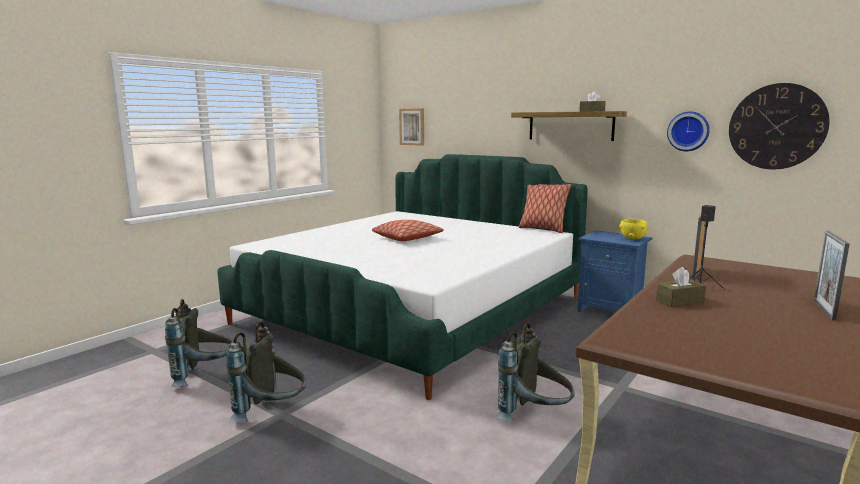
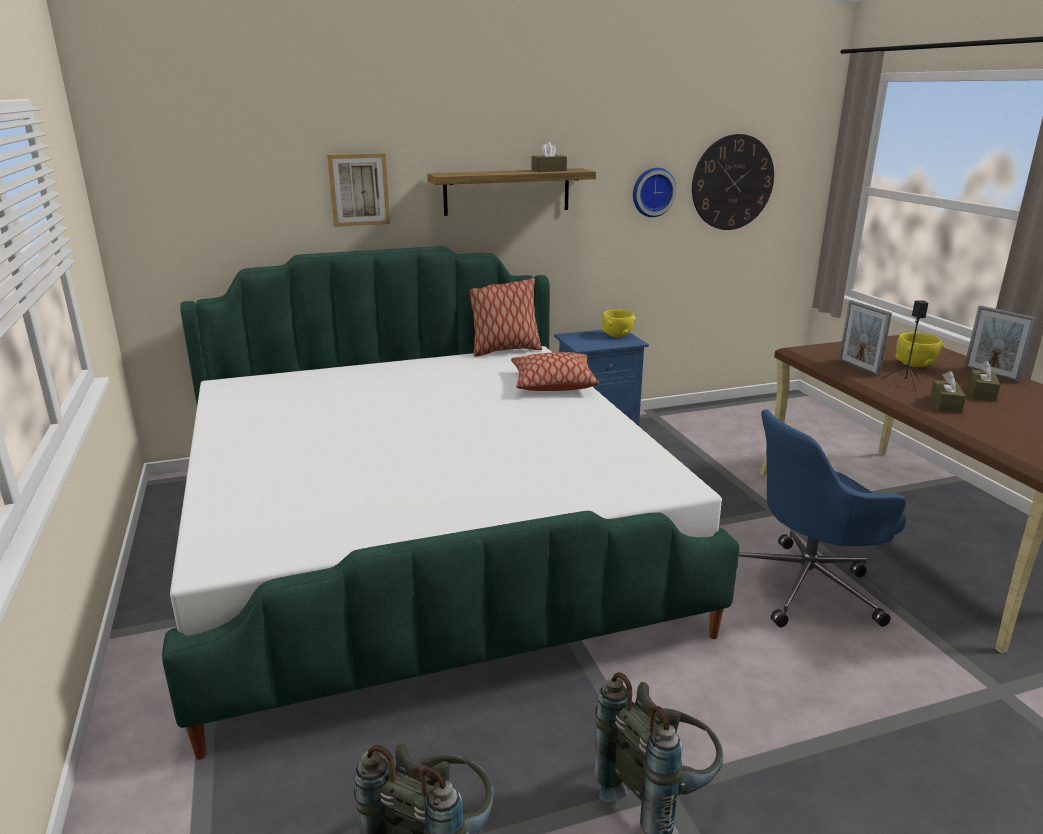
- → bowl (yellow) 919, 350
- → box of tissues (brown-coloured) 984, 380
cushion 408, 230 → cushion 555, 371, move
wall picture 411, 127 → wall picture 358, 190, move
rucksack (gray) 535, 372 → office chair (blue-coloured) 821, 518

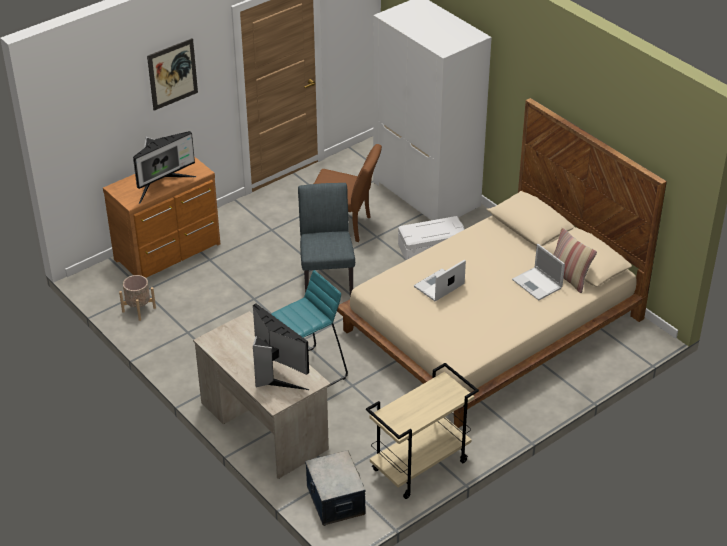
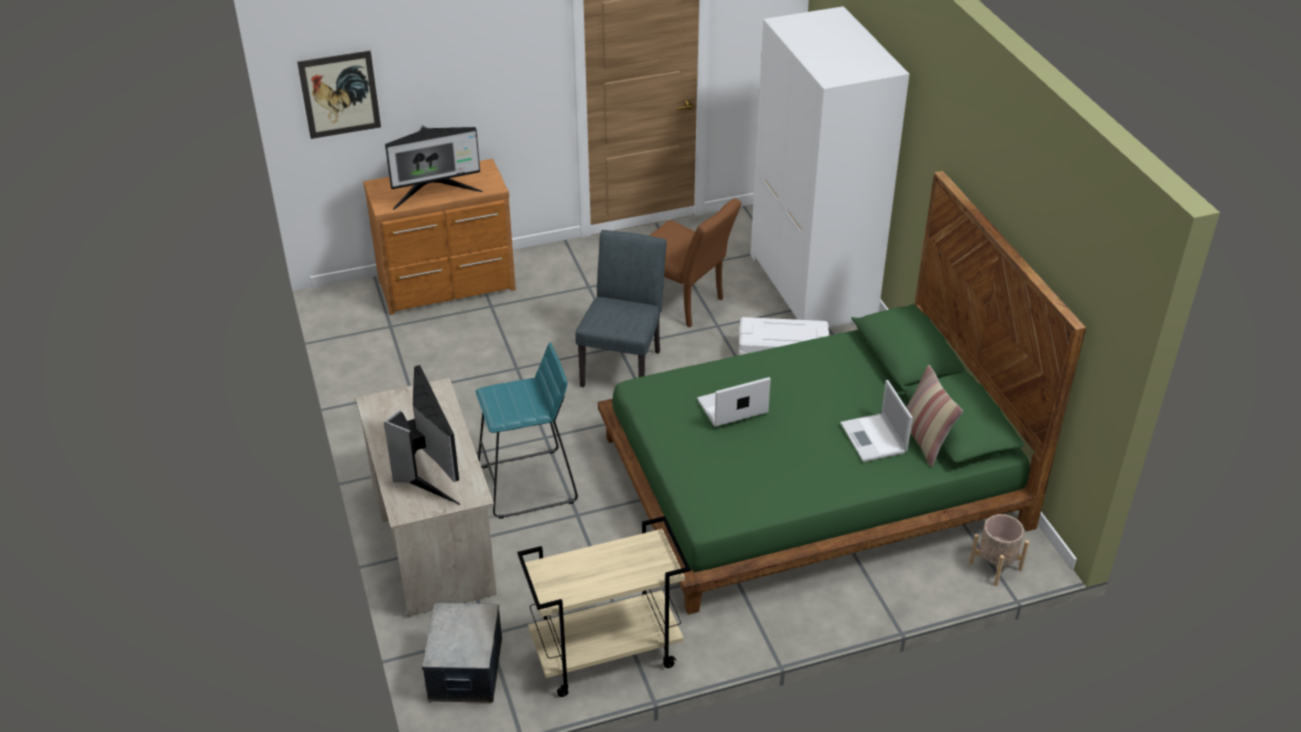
plant pot (beige) 137, 298 → plant pot (beige) 999, 550, move
wall picture 172, 74 → wall picture 339, 95, move
sleeping bed (beige) 502, 263 → sleeping bed (green) 842, 393

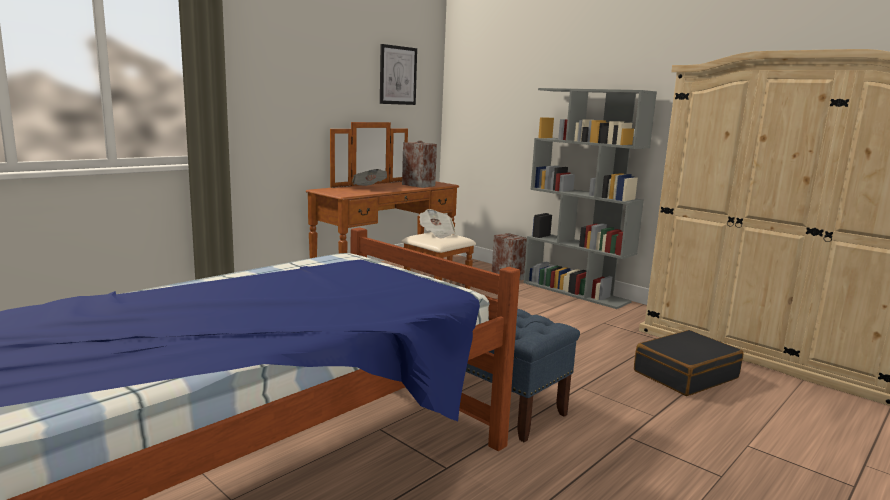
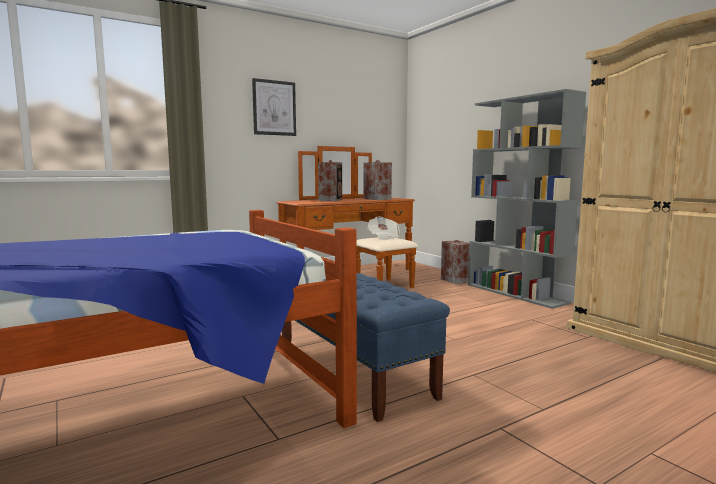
suitcase (black) 688, 363 → -
wall picture 398, 74 → wall picture 274, 107, move
daily paper 369, 177 → loudspeaker 330, 180

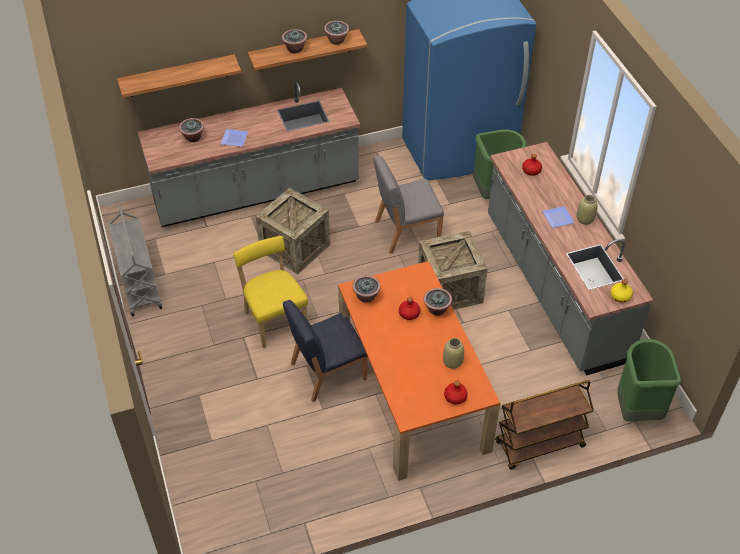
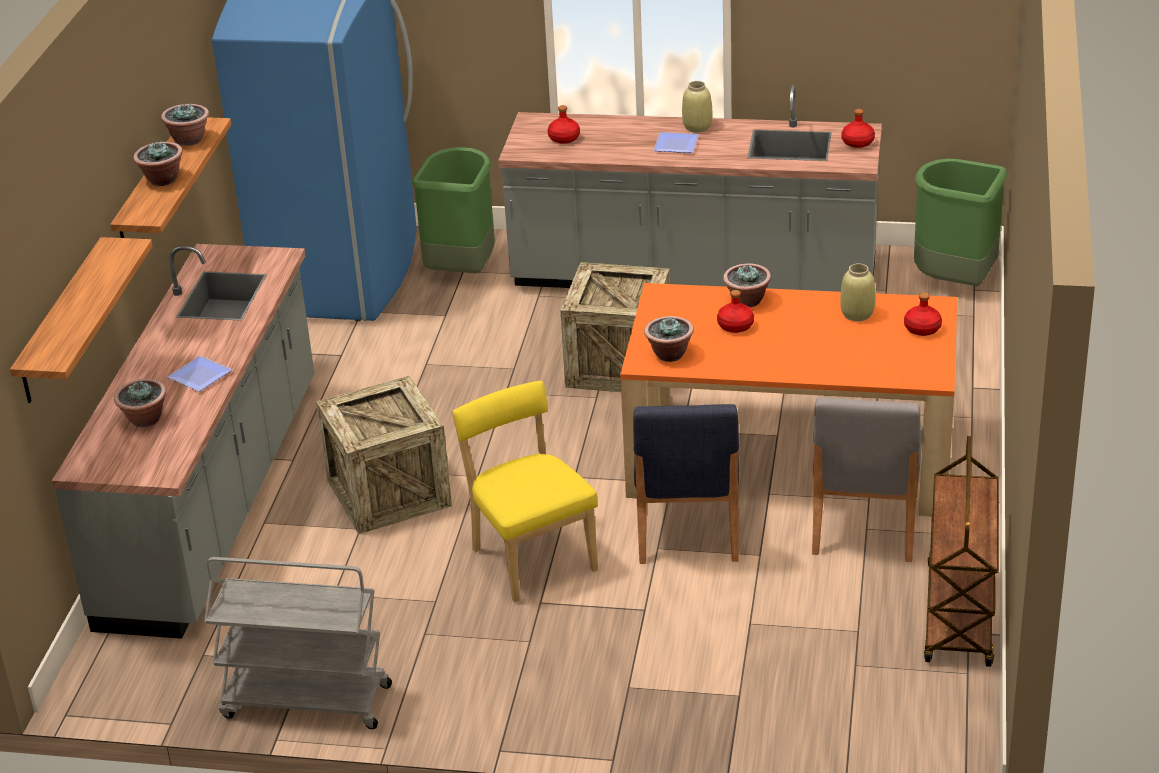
upright chair (gray) 409, 205 → upright chair (gray) 867, 479, move
wheeled cart (brown-coloured) 544, 425 → wheeled cart (brown-coloured) 961, 551, move
beverage bottle (yellow) 621, 291 → beverage bottle (red-coloured) 858, 128
upright chair (yellow) 270, 292 → upright chair (yellow) 525, 492, 60 degrees clockwise

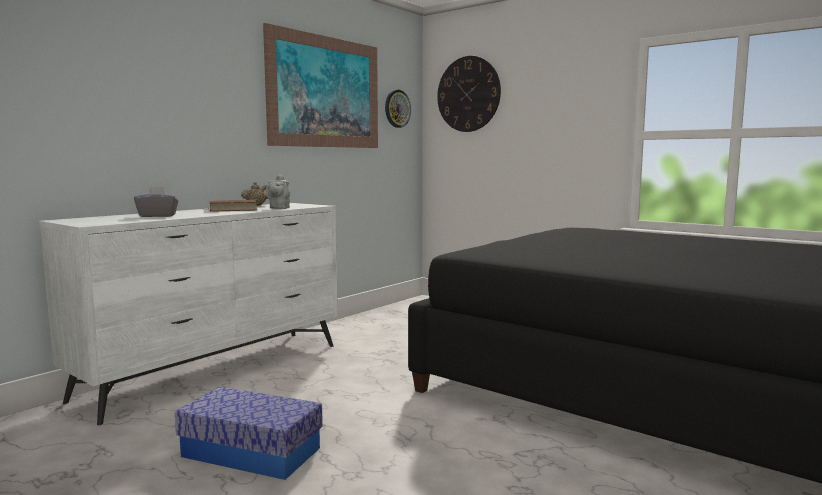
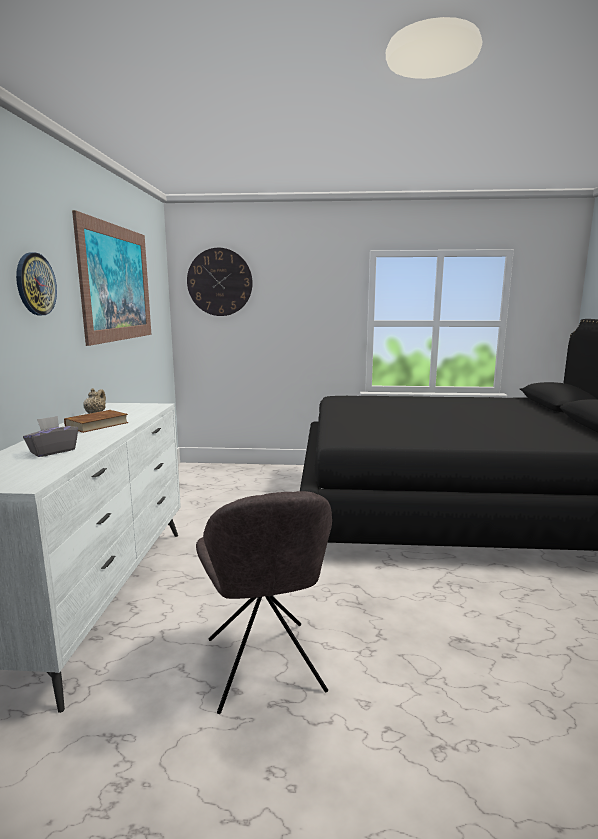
pot for tea (gray) 277, 191 → -
wall clock 398, 109 → wall clock 36, 283, move
storage bin 249, 433 → upright chair (gray) 264, 602

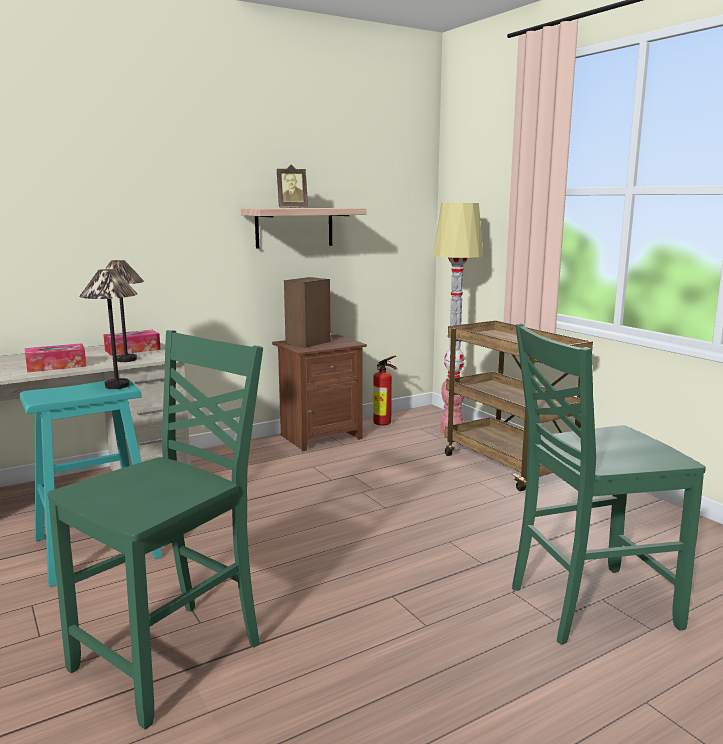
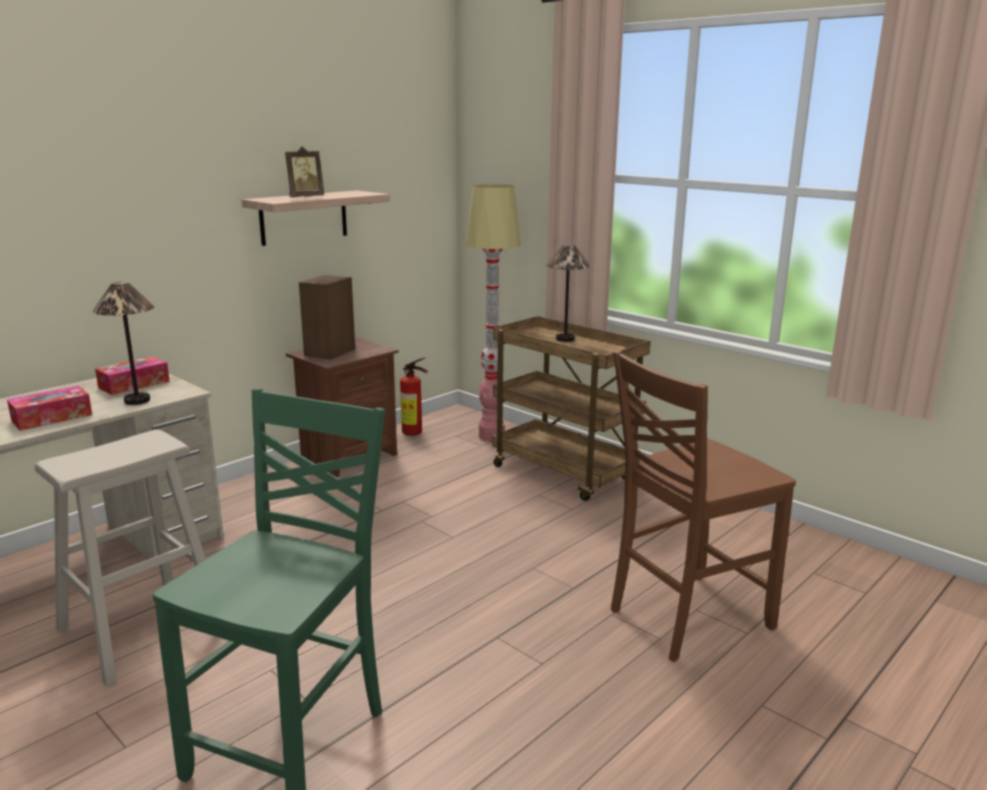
tabletop lamp 108, 329 → tabletop lamp 568, 293, move
stool (blue-green) 91, 482 → stool (beige) 120, 558
upright chair (green) 609, 484 → upright chair (brown-coloured) 703, 506

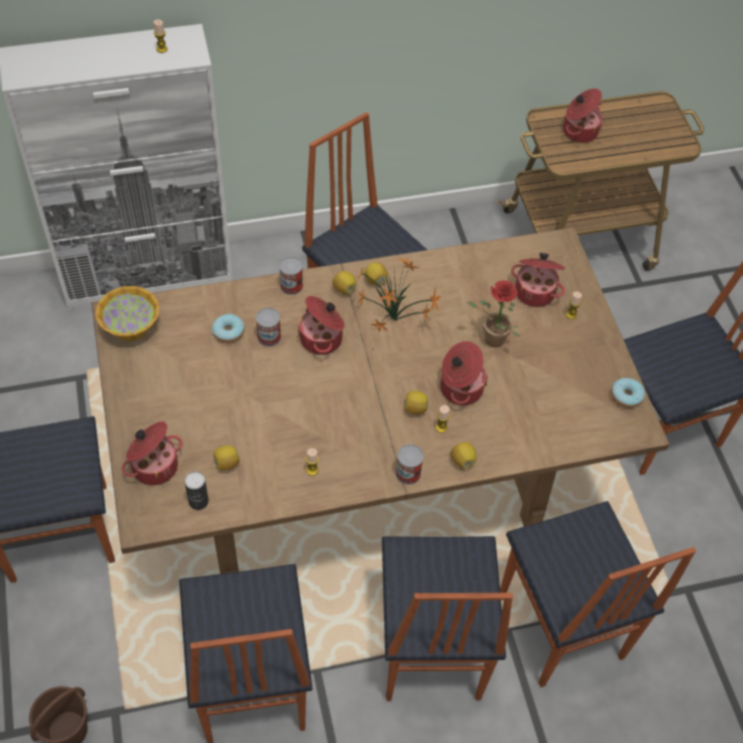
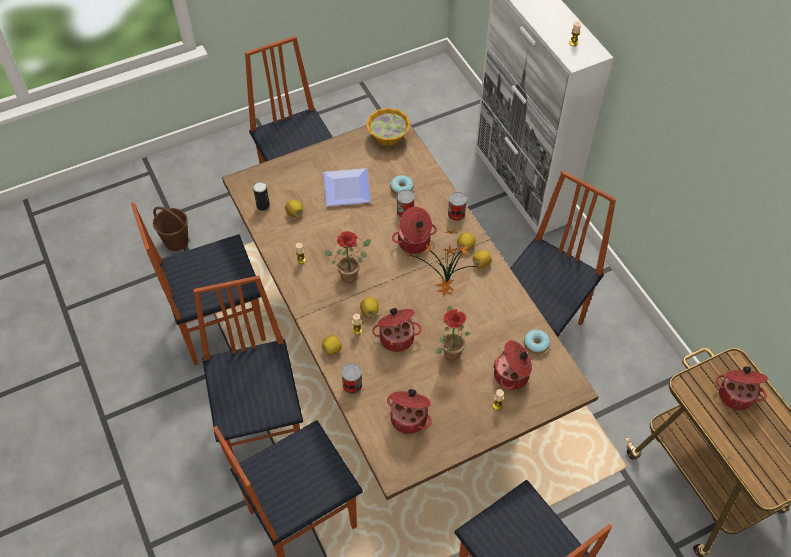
- → plate 347, 187
- → plant in a pot 348, 257
cooking pot 152, 453 → cooking pot 409, 411, move
sealed can 409, 464 → sealed can 351, 378, move
doughnut 628, 393 → doughnut 537, 341, move
upright chair 447, 618 → upright chair 248, 365, 90 degrees clockwise

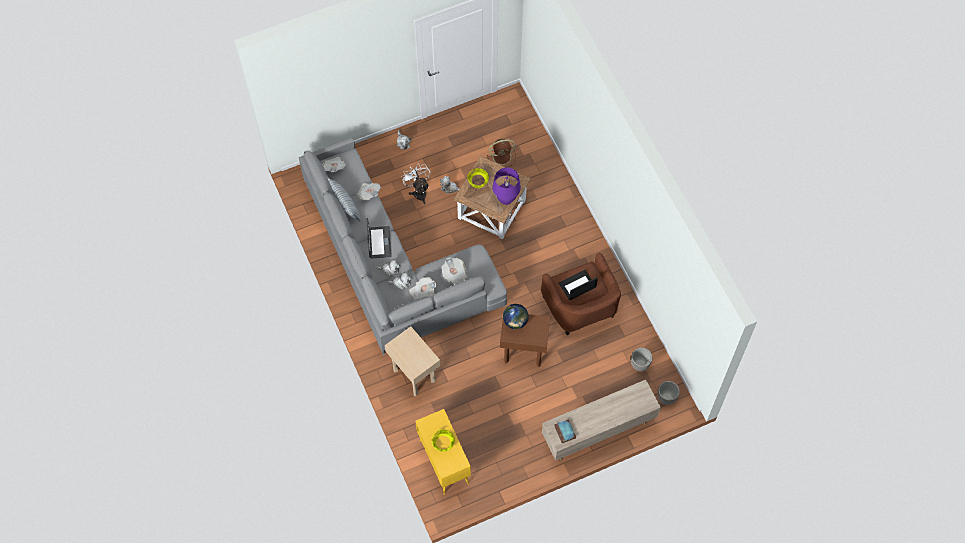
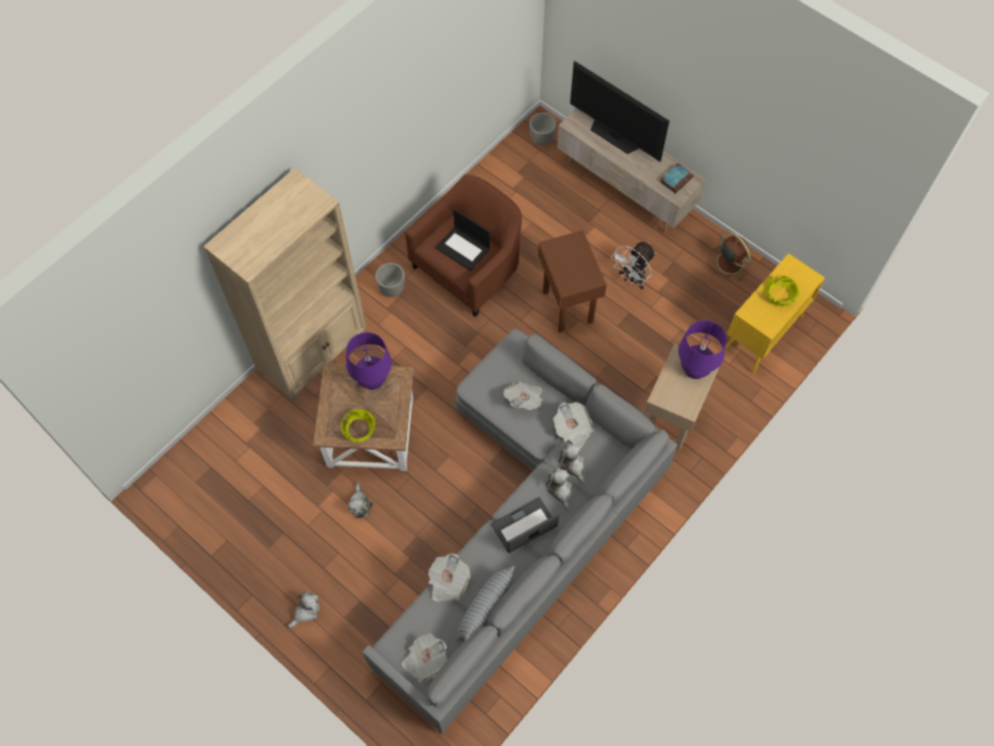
desk globe 516, 316 → -
- → bookcase (beige) 284, 285
- → TV 619, 111
- → tabletop lamp (purplish) 702, 349
electric fan (white) 416, 183 → electric fan (white) 633, 266, move
electric fan (brown-coloured) 501, 153 → electric fan (brown-coloured) 729, 256, move
plant pot 642, 359 → plant pot 390, 280, move

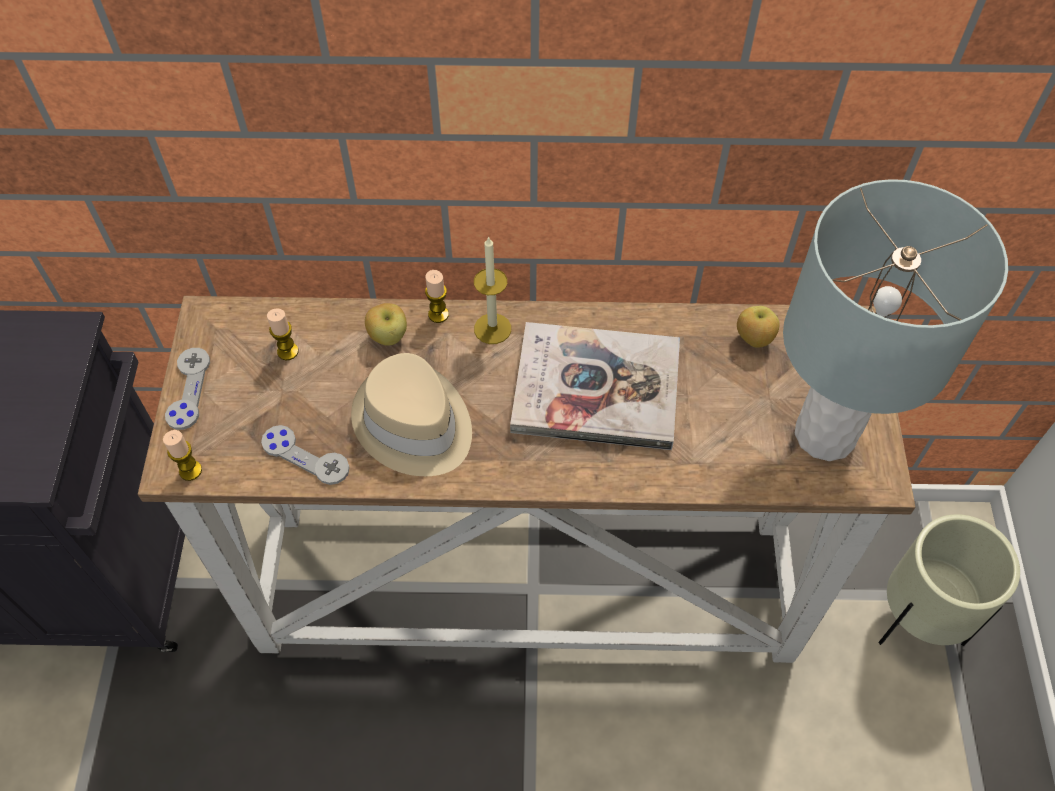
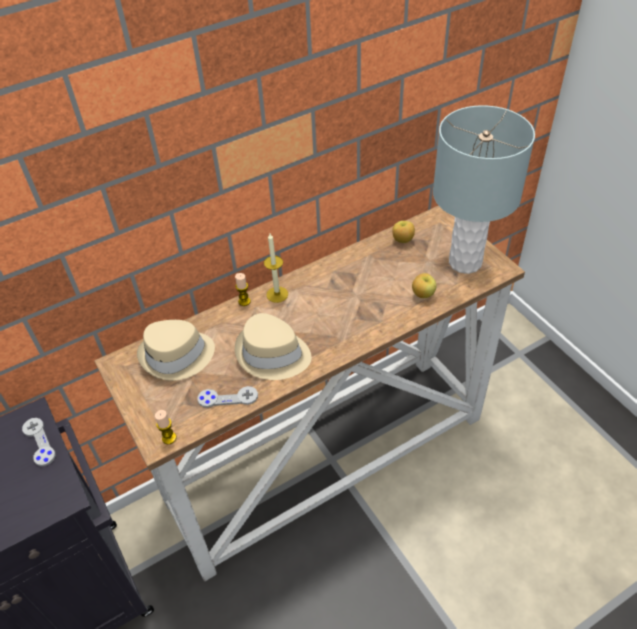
book 595, 386 → -
plant pot (beige) 949, 580 → -
gamepad (gray) 187, 389 → gamepad (gray) 39, 442, move
apple 386, 324 → apple 424, 285, move
wax candle 282, 334 → hat (beige) 176, 350

